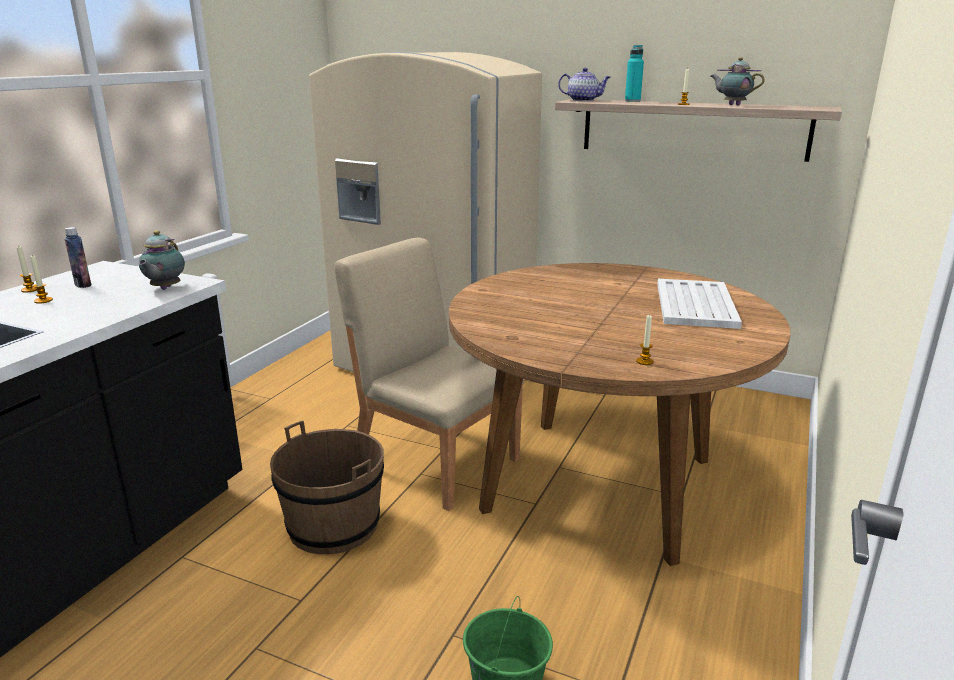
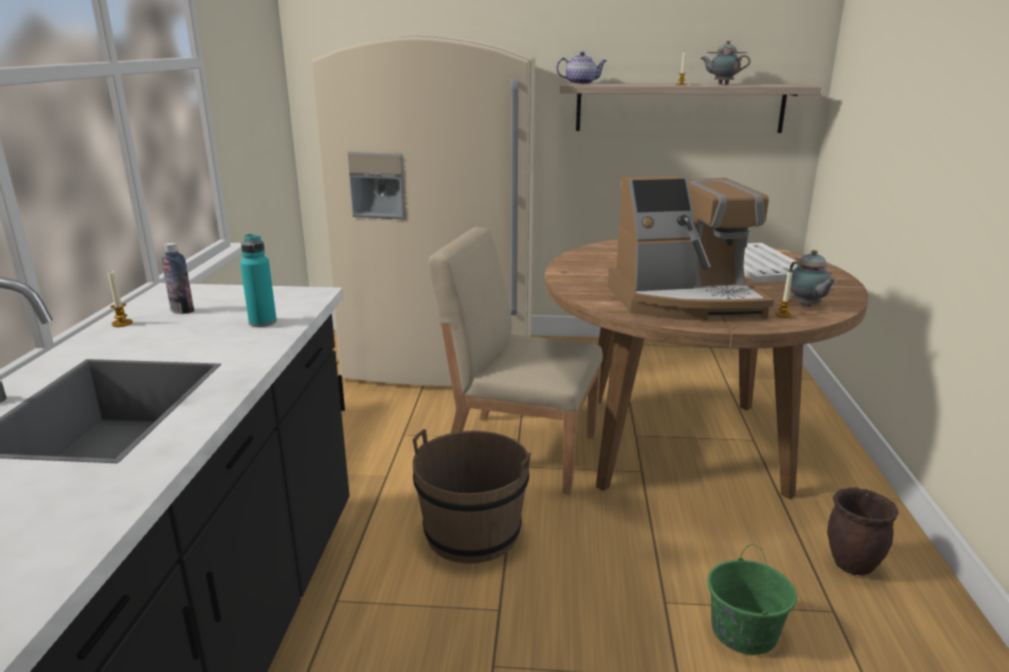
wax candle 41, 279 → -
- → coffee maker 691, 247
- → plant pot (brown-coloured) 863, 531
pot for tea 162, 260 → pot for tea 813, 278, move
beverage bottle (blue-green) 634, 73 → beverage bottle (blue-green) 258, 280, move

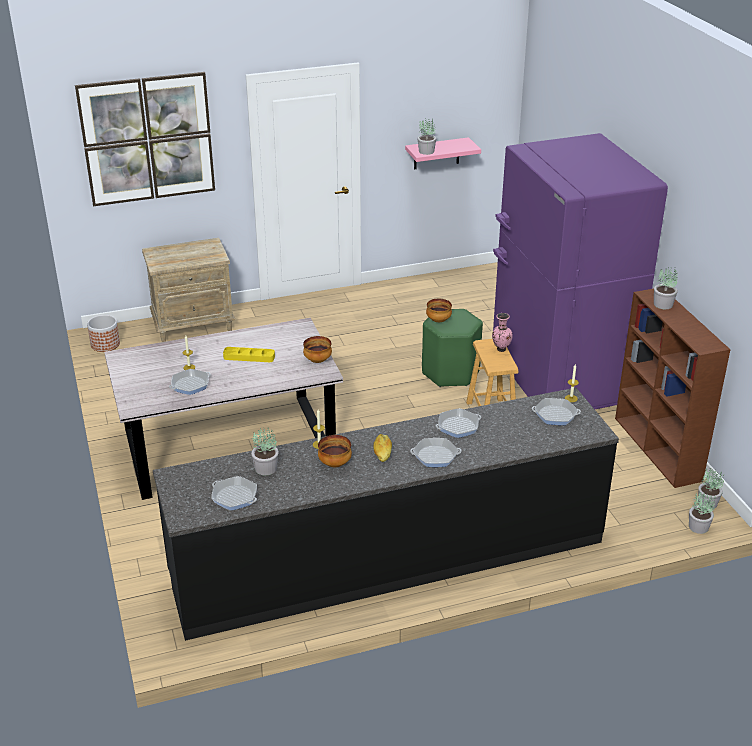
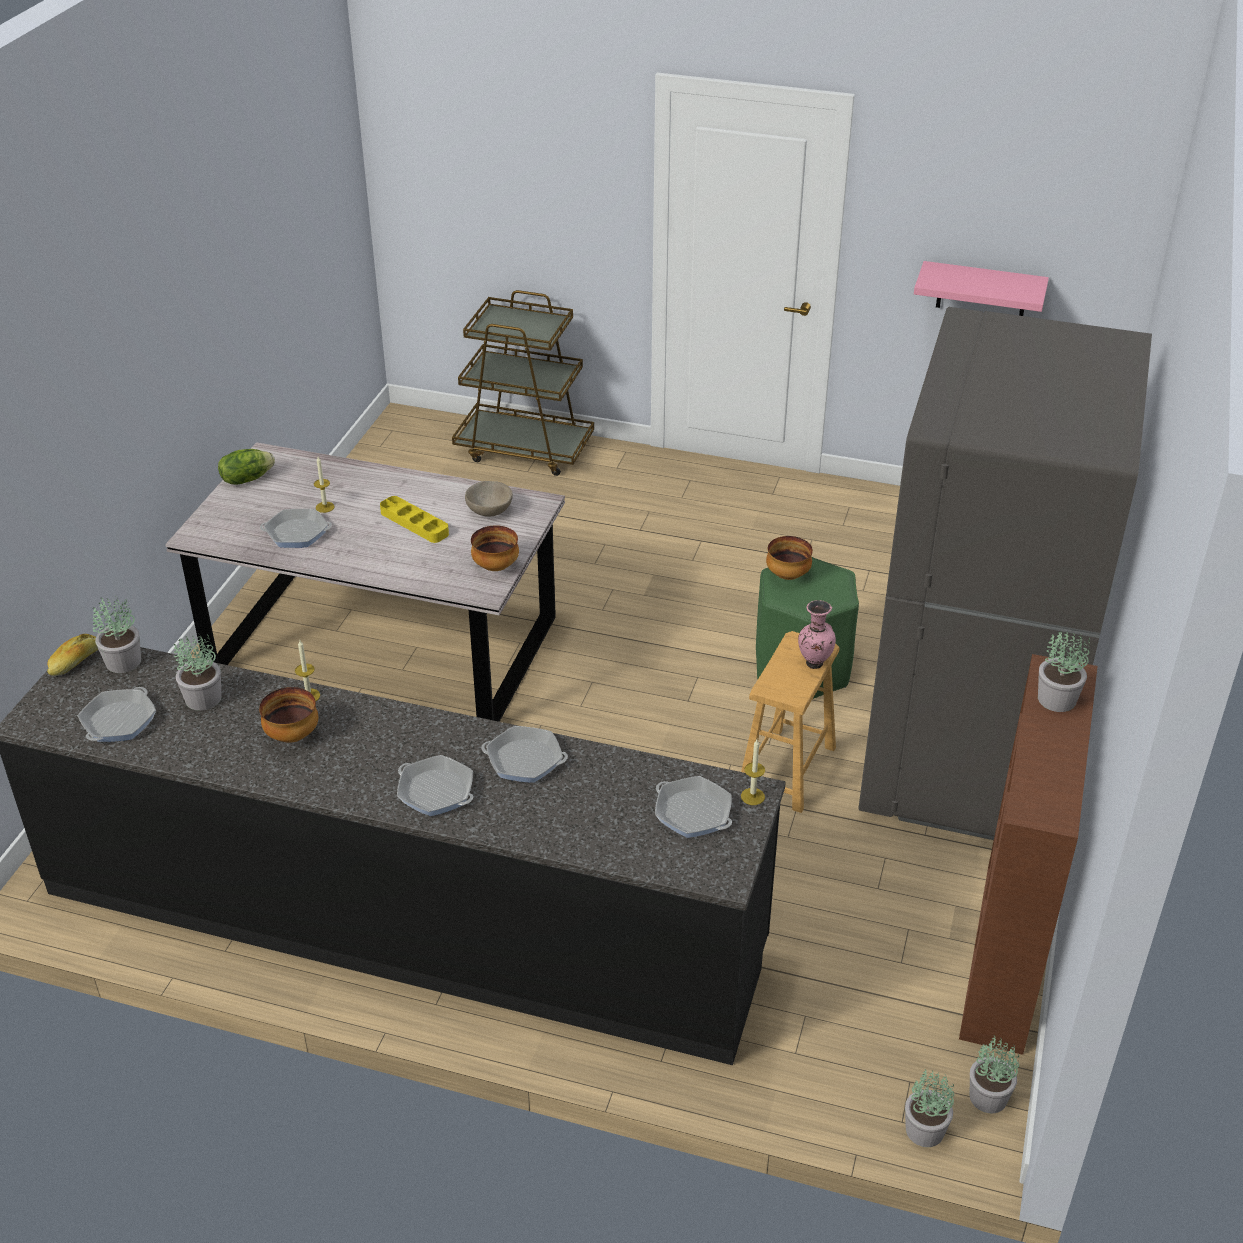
wall picture 145, 139 → -
plant pot 103, 333 → -
- → lettuce 246, 467
- → bowl (beige) 489, 499
bread 382, 448 → bread 72, 655, move
plant in a pot 426, 136 → plant in a pot 117, 635, move
nightstand (beige) 189, 290 → wheeled cart (brown-coloured) 523, 383
kitchen fridge (purplish) 580, 271 → kitchen fridge (gray) 1005, 573
frying pan 234, 493 → frying pan 116, 714, 135 degrees counterclockwise

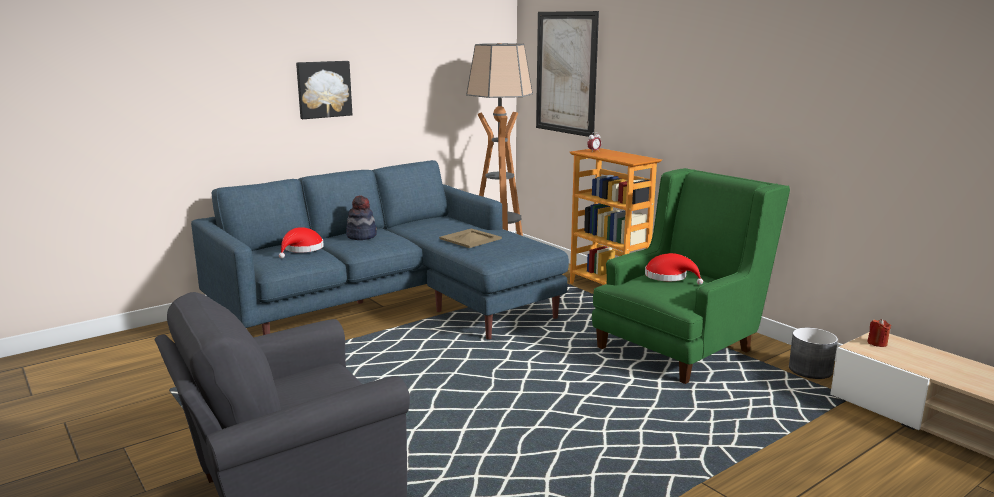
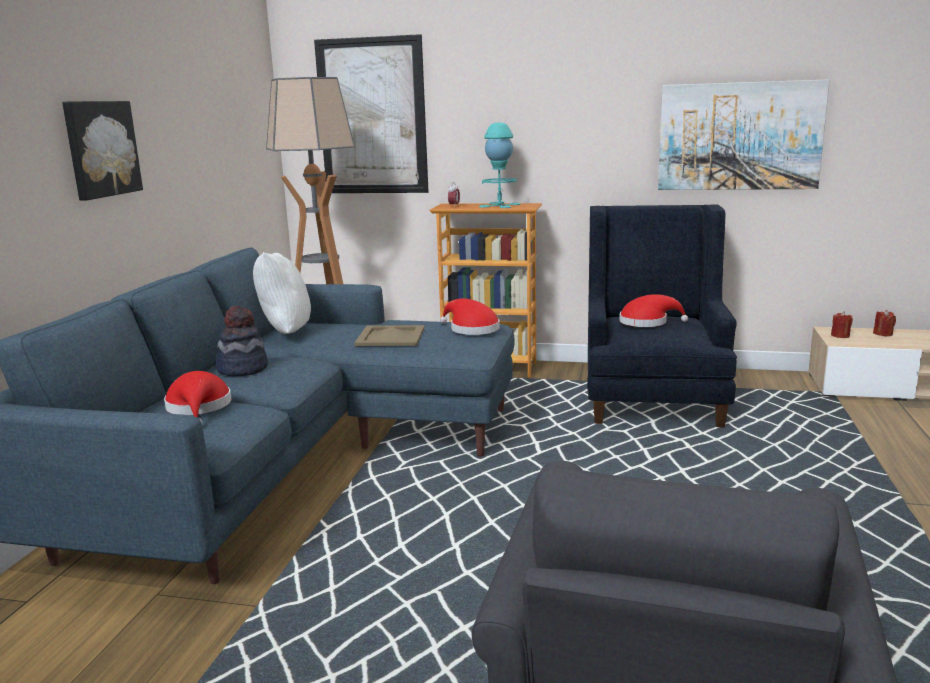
plant pot (gray) 813, 353 → -
- → cushion (white) 282, 293
- → hat (red-coloured) 470, 316
- → tabletop lamp (blue-green) 499, 165
- → wall picture 744, 134
- → wax candle (red-coloured) 884, 323
lounge chair (green) 691, 276 → lounge chair (blue-coloured) 662, 315

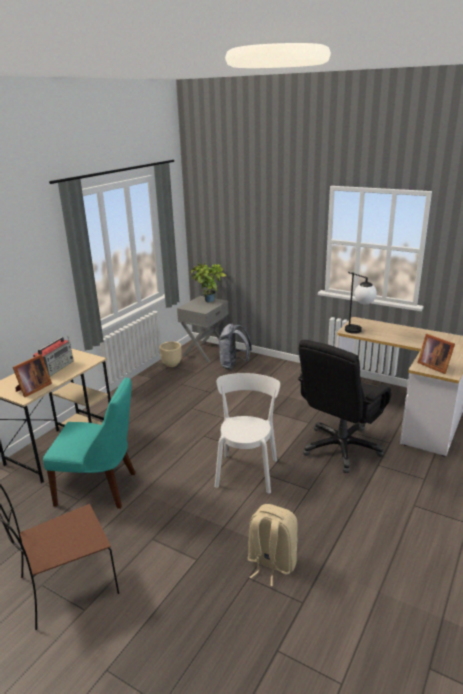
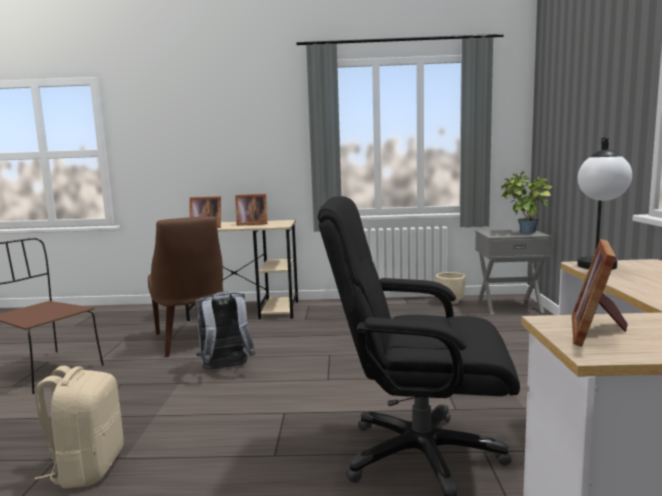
upright chair (white) 247, 433 → -
rucksack (gray) 235, 346 → rucksack (gray) 225, 331, move
radio receiver 53, 356 → standing frame 251, 210
upright chair (blue-green) 89, 443 → upright chair (brown-coloured) 185, 286

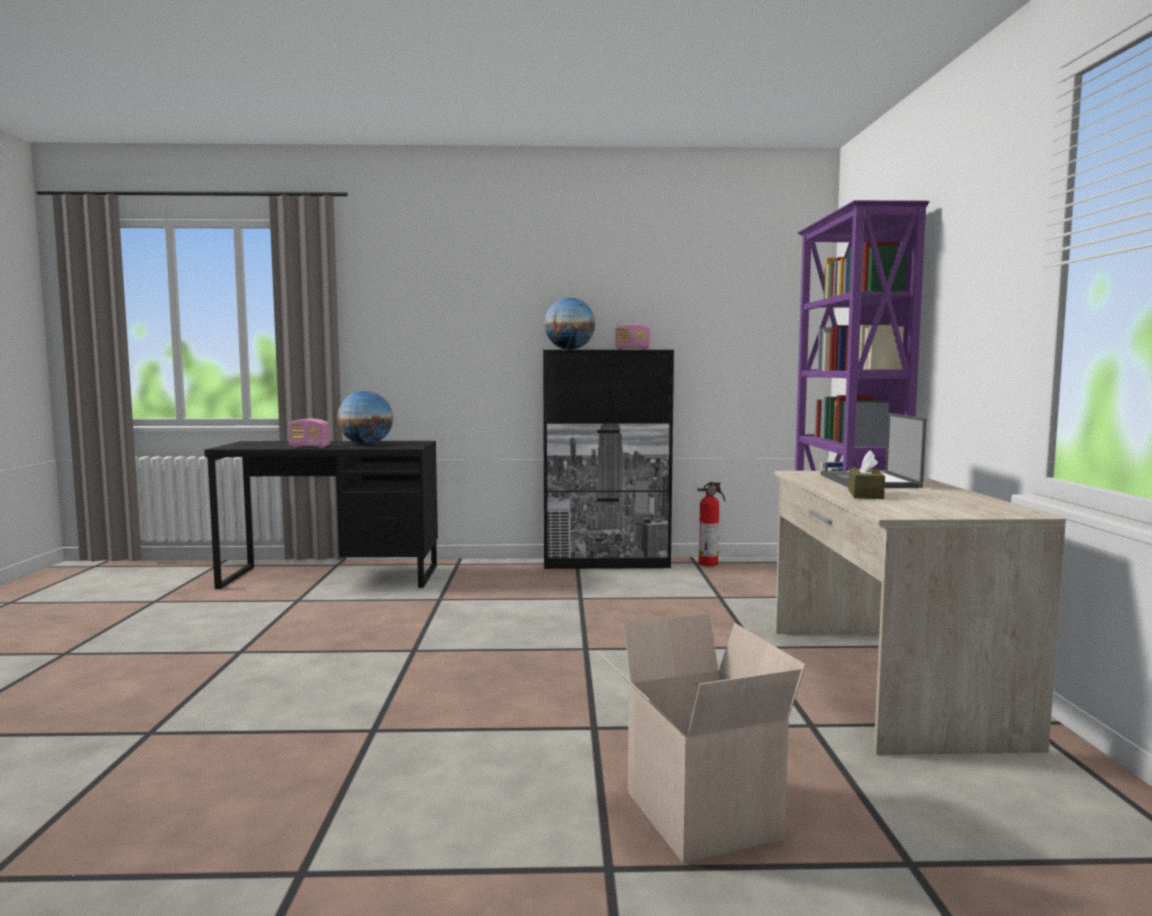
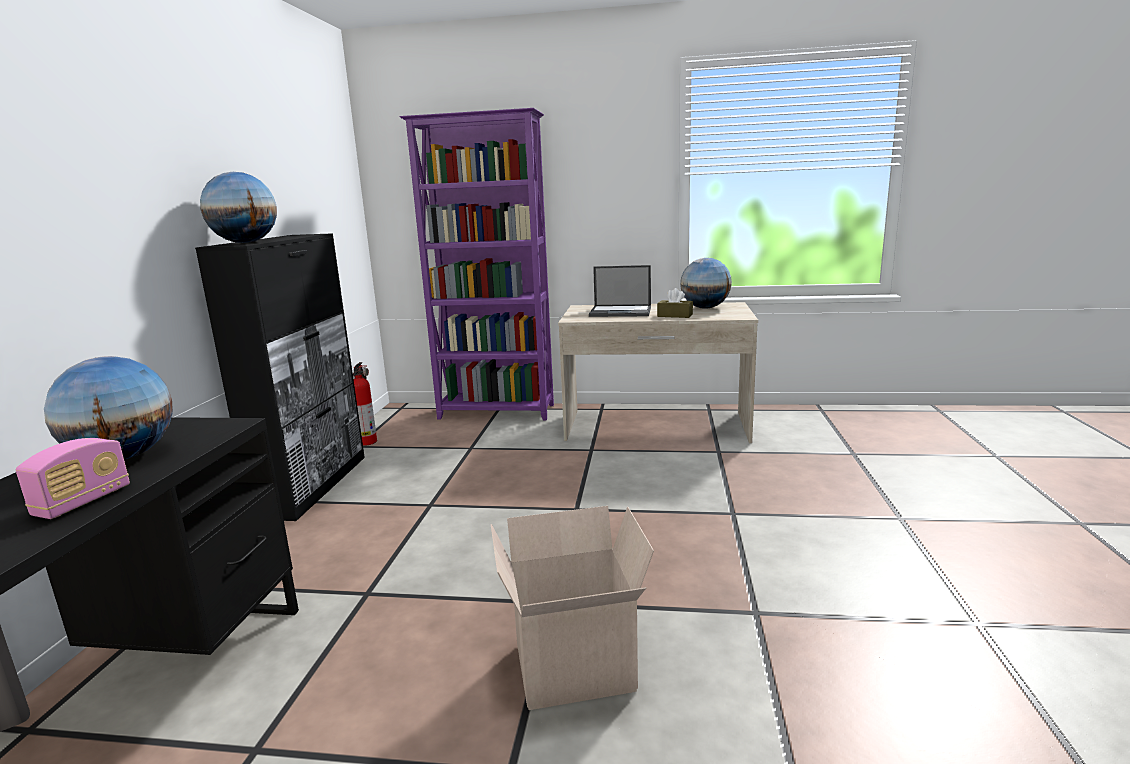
radio receiver 632, 337 → -
- → desk globe 706, 283
packing box 701, 738 → packing box 572, 608, move

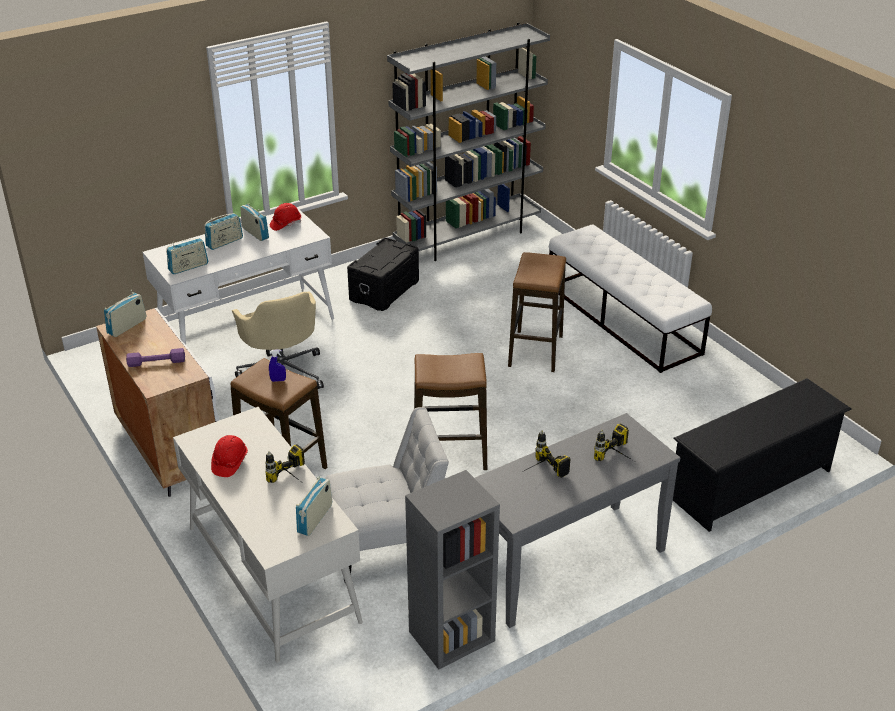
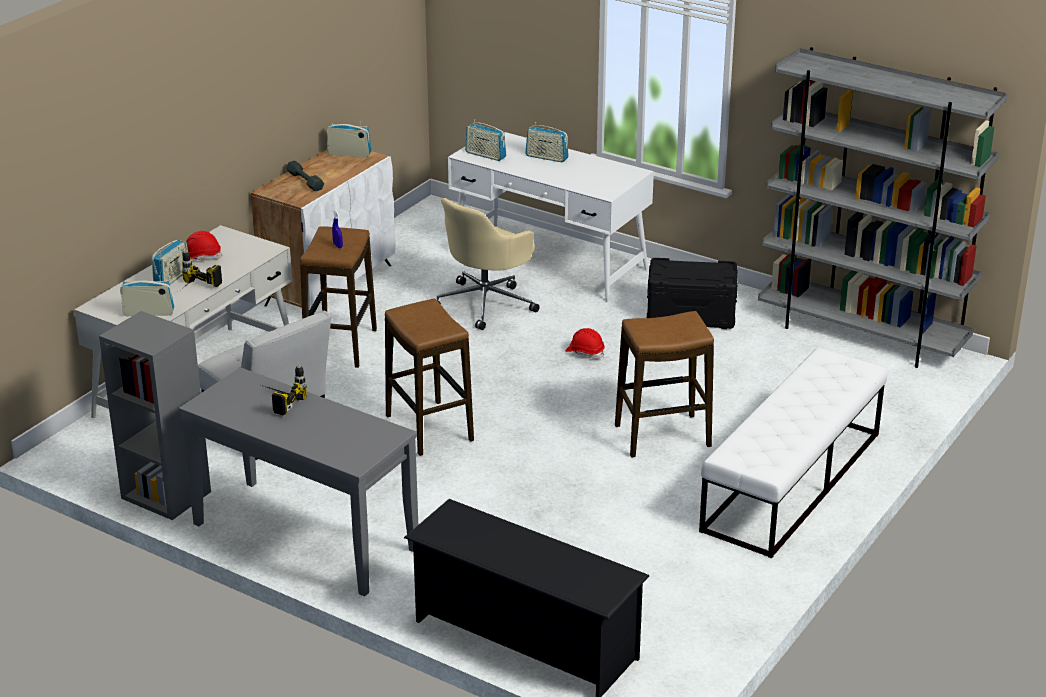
electric drill 613, 442 → -
radio receiver 254, 222 → radio receiver 170, 262, move
work helmet (red-coloured) 285, 217 → work helmet (red-coloured) 585, 343, move
dumbbell (purplish) 155, 357 → dumbbell (gray) 305, 176

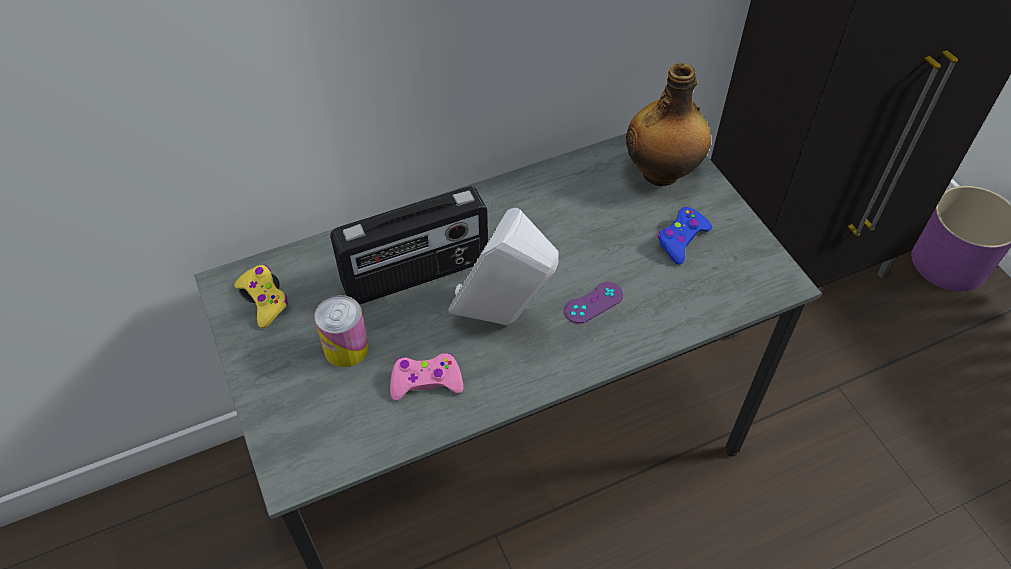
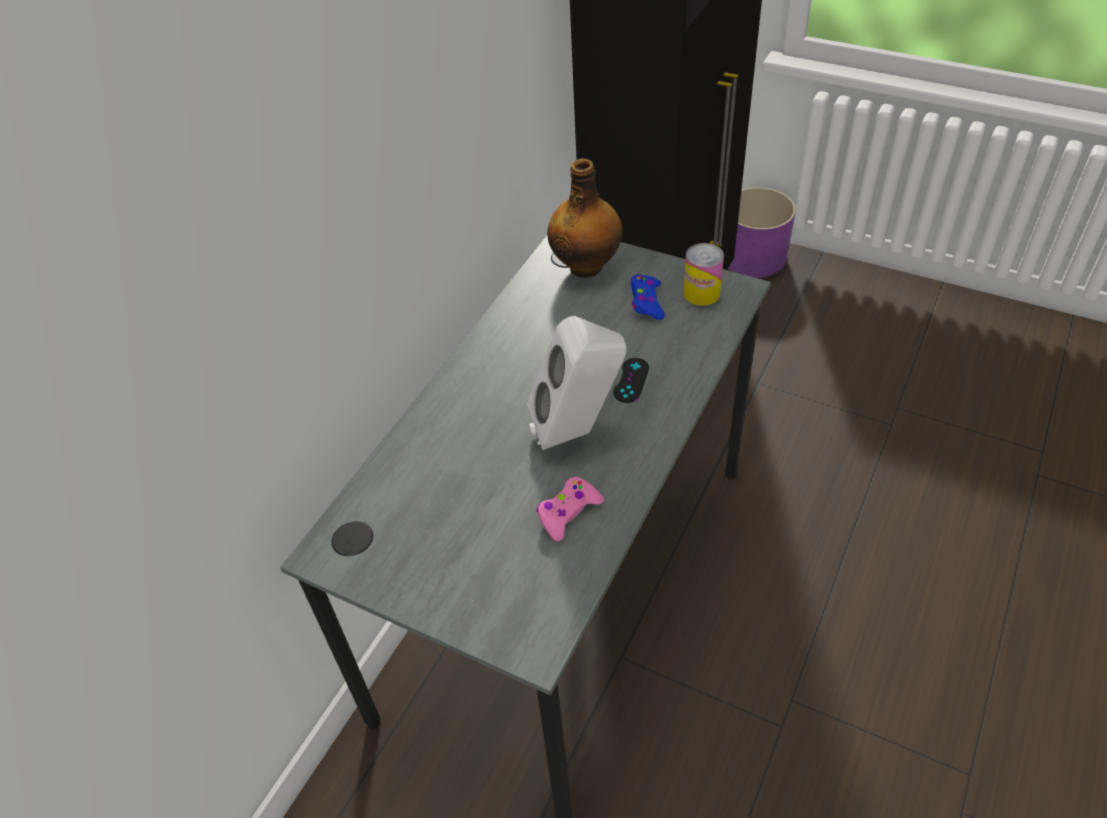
gamepad (yellow) 261, 296 → -
radio receiver 409, 245 → -
sealed can 341, 331 → sealed can 703, 274, move
gamepad (purplish) 593, 303 → gamepad (black) 631, 380

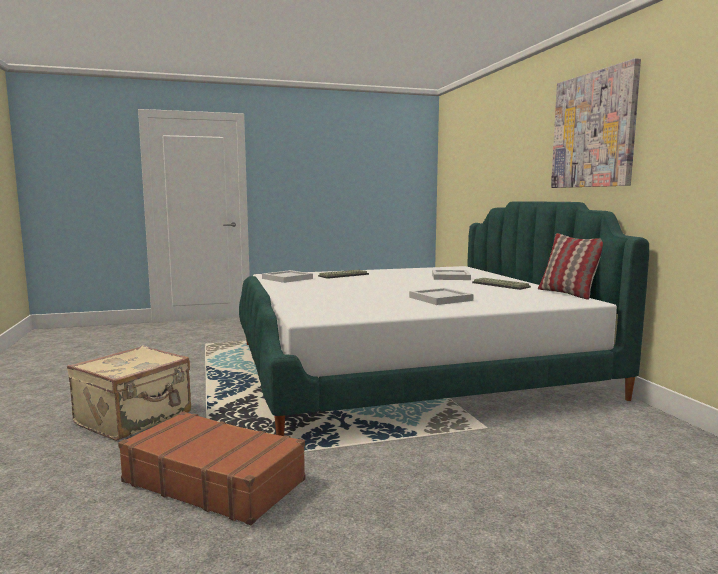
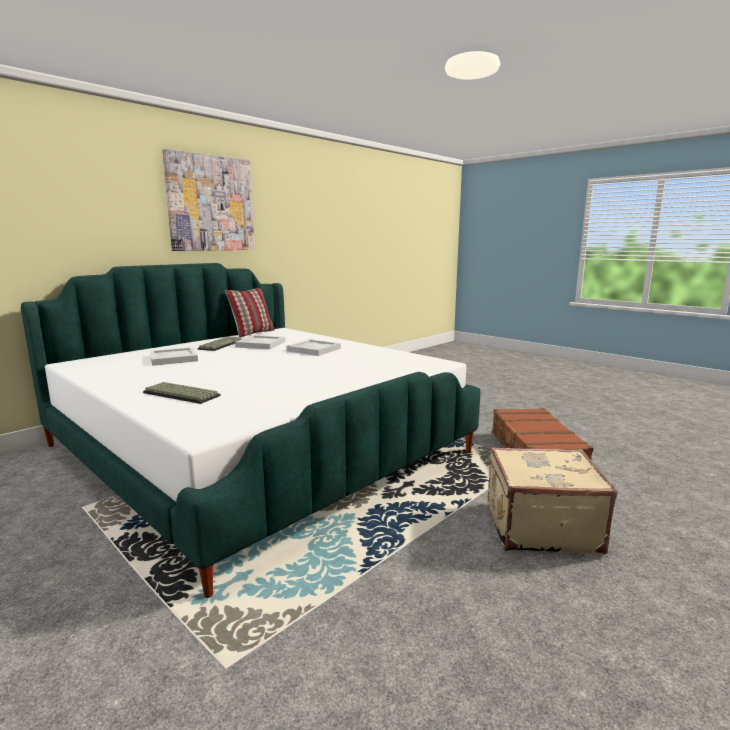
tray (white) 287, 276 → tray (white) 260, 342, move

